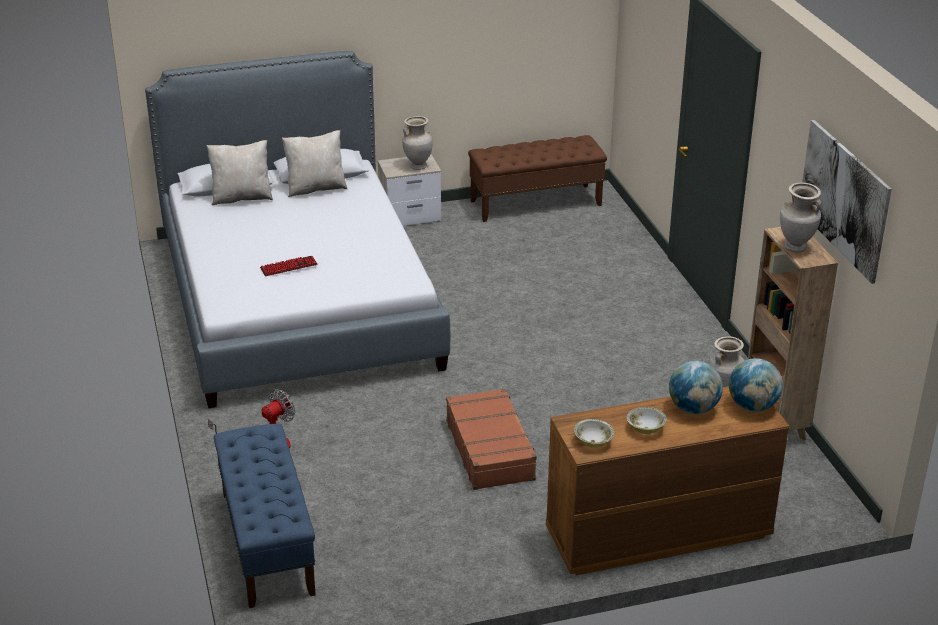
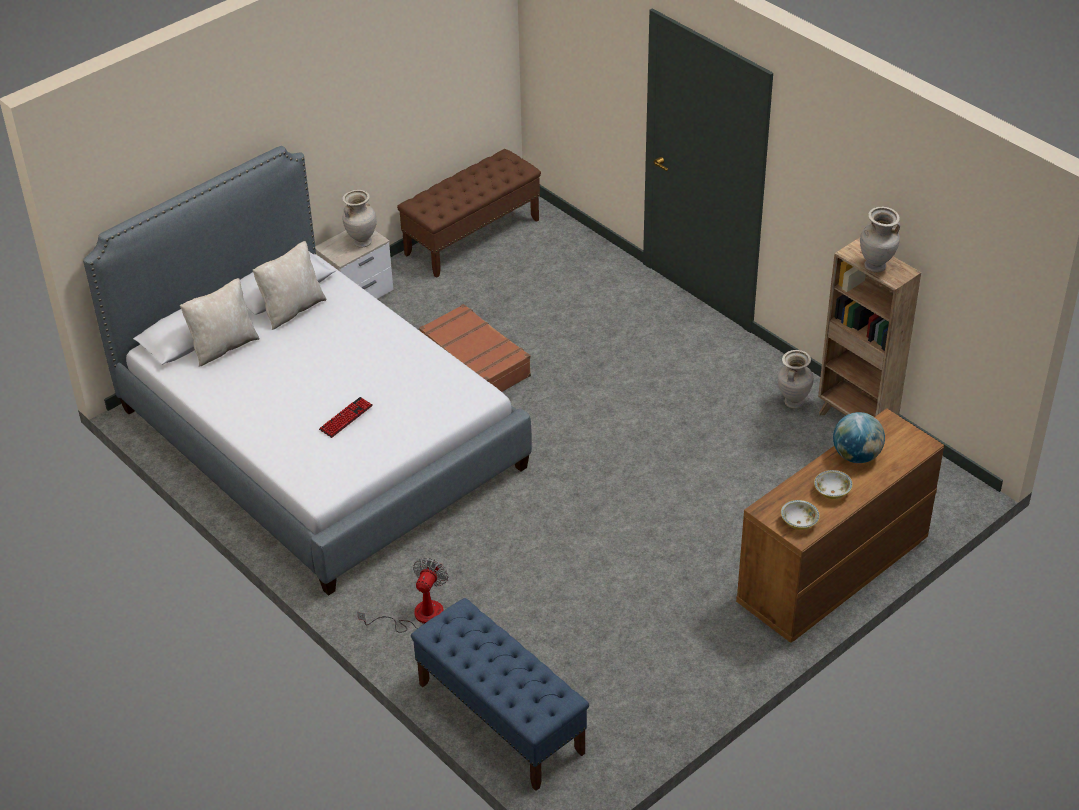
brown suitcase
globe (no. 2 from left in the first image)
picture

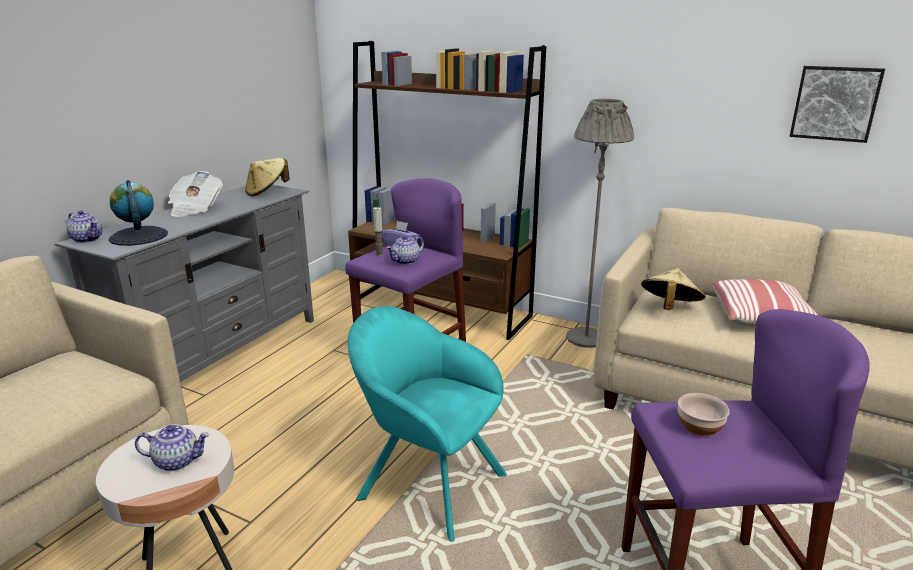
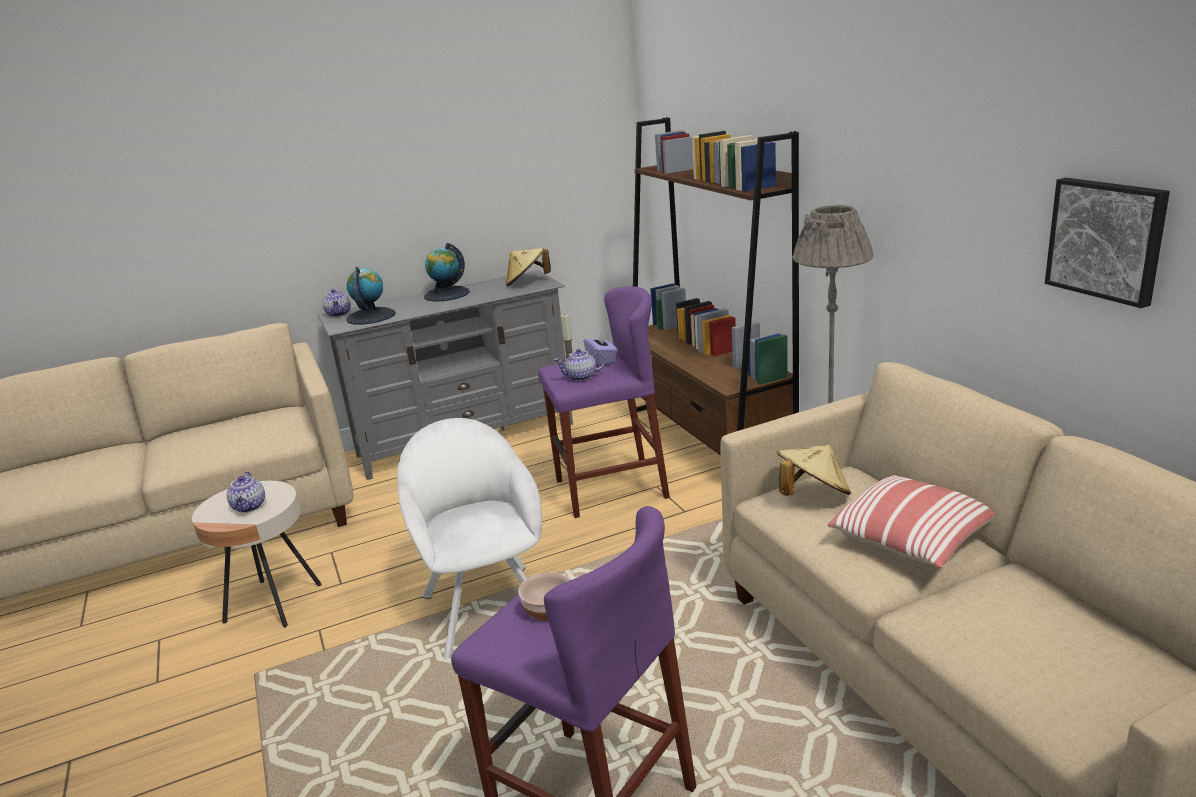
teapot (no. 1 from left)
globe (no. 2 from left)
white armchair

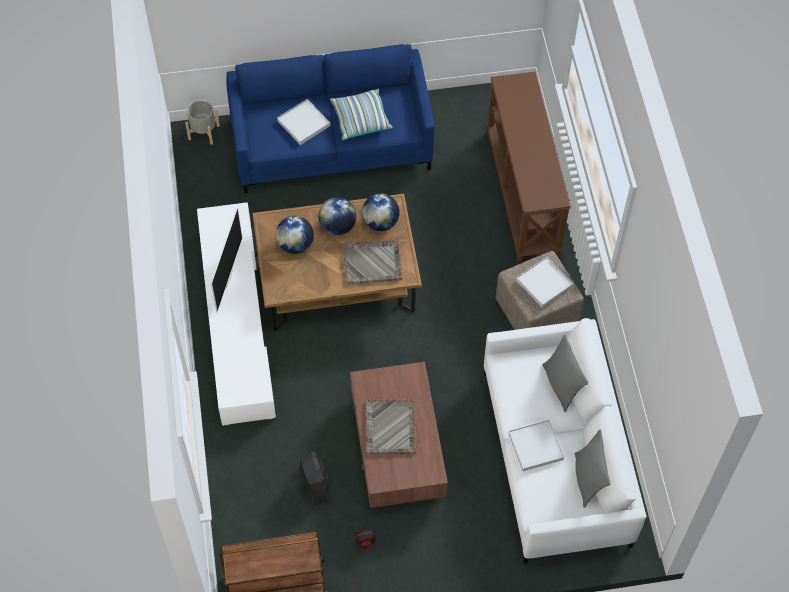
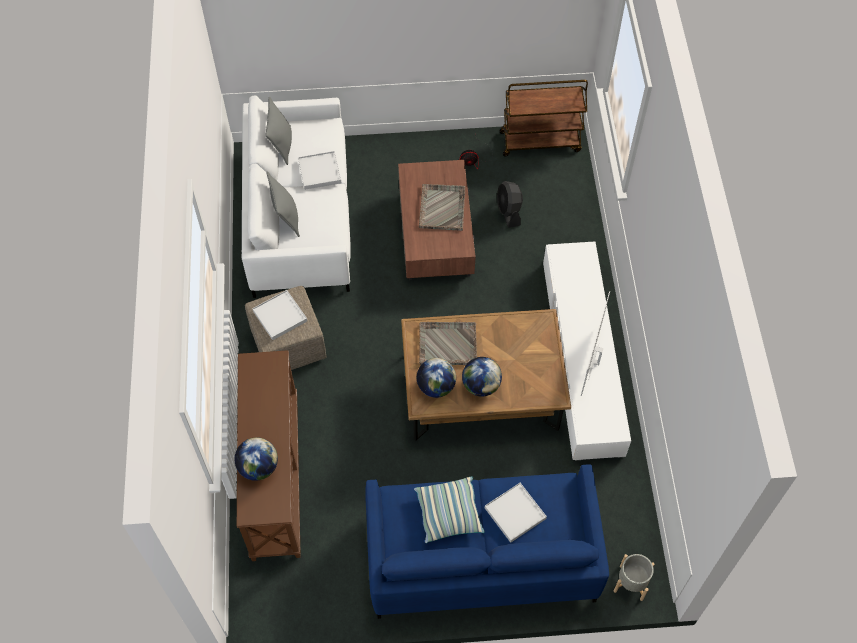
globe (no. 1 from left)

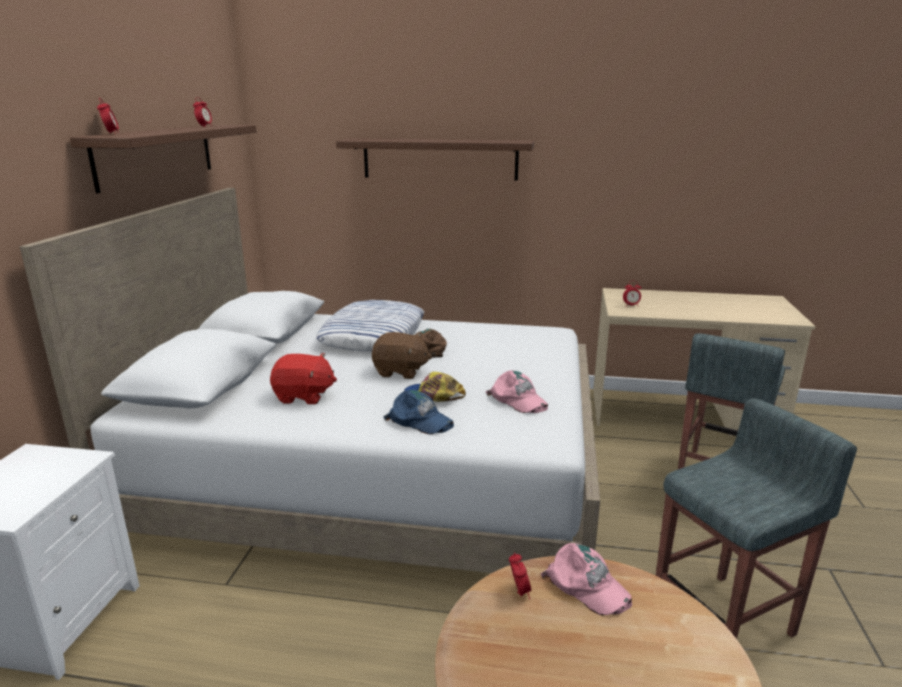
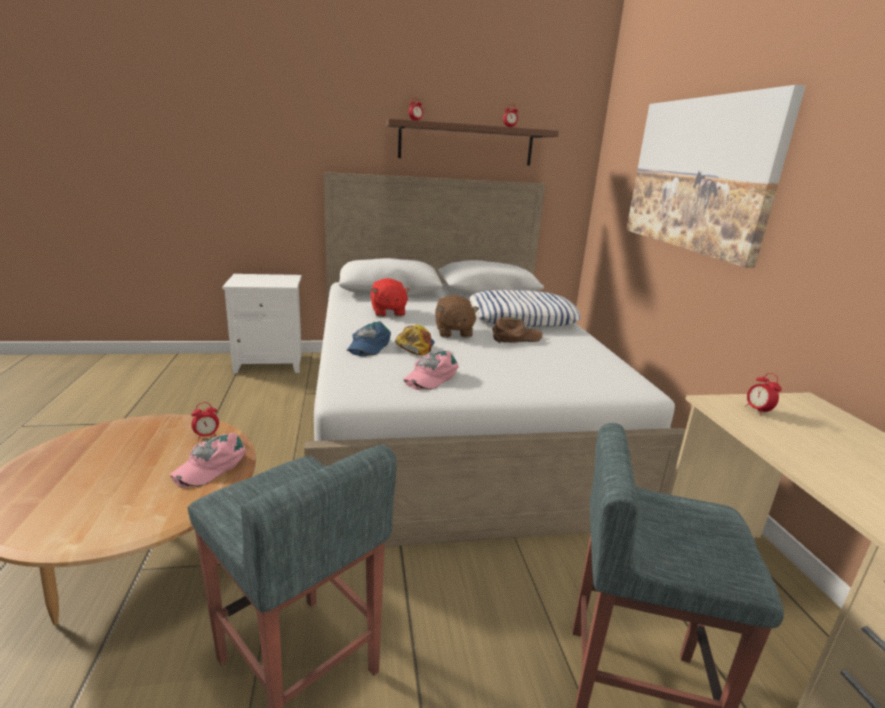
picture

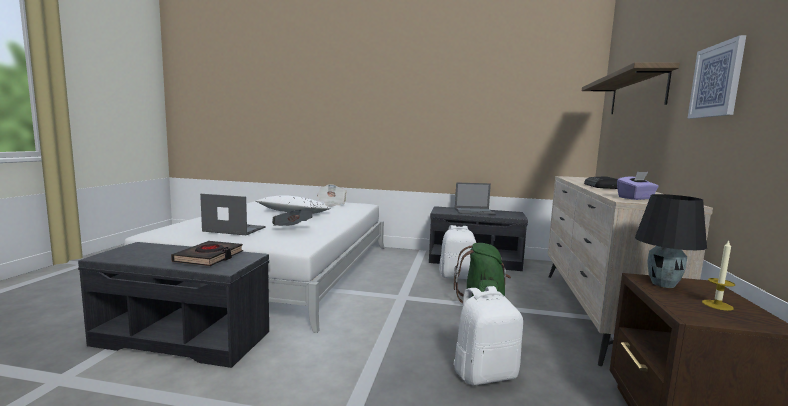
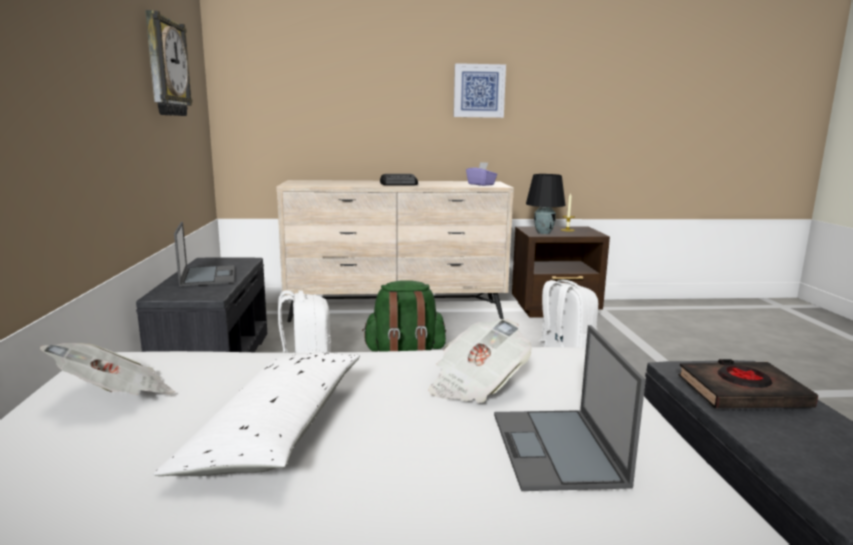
shelf
wall clock

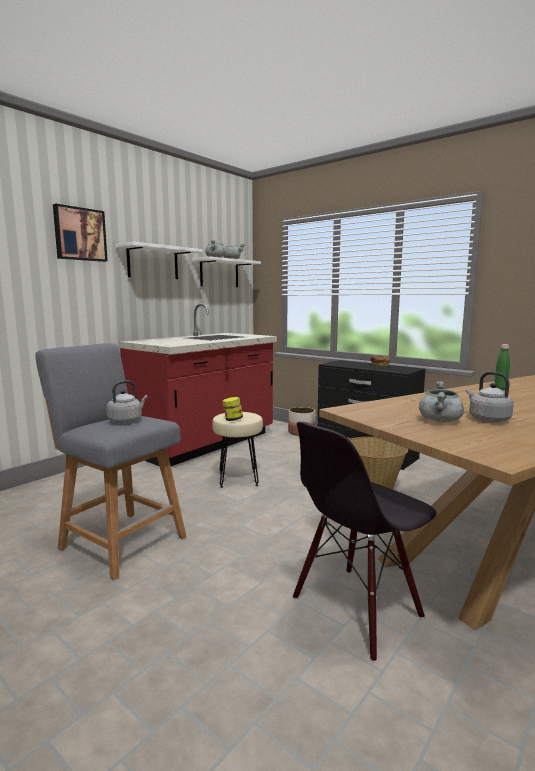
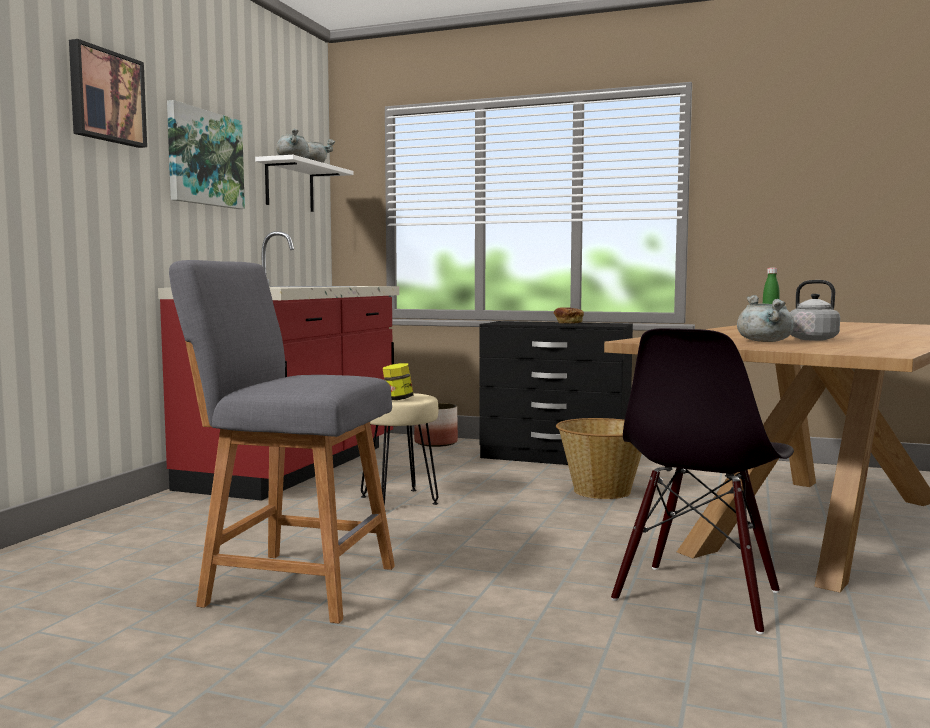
grey kettle (no. 1 from left in the first image)
picture (no. 2 from left)

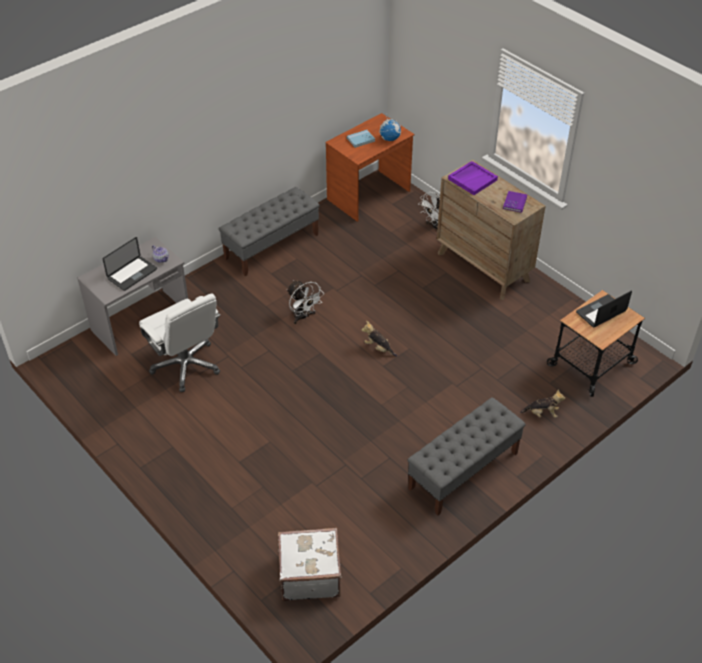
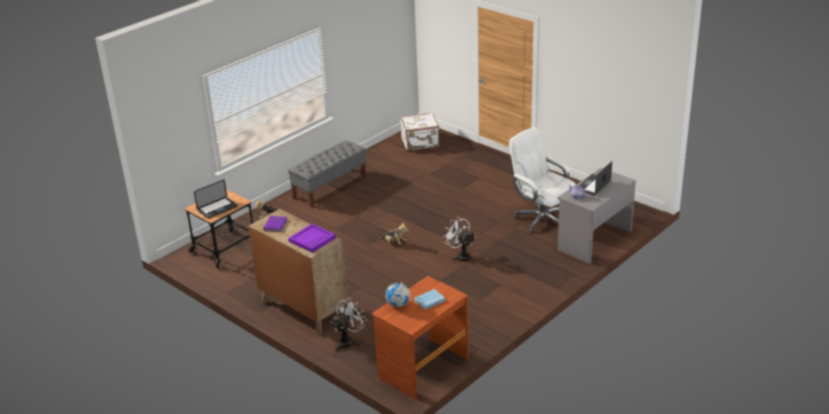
grey bench (no. 1 from left in the first image)

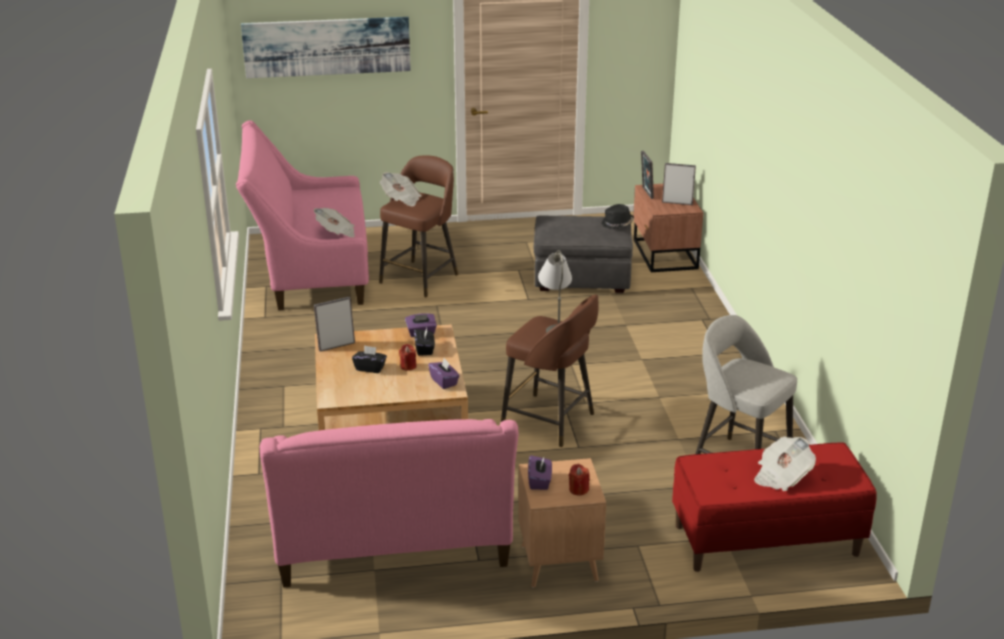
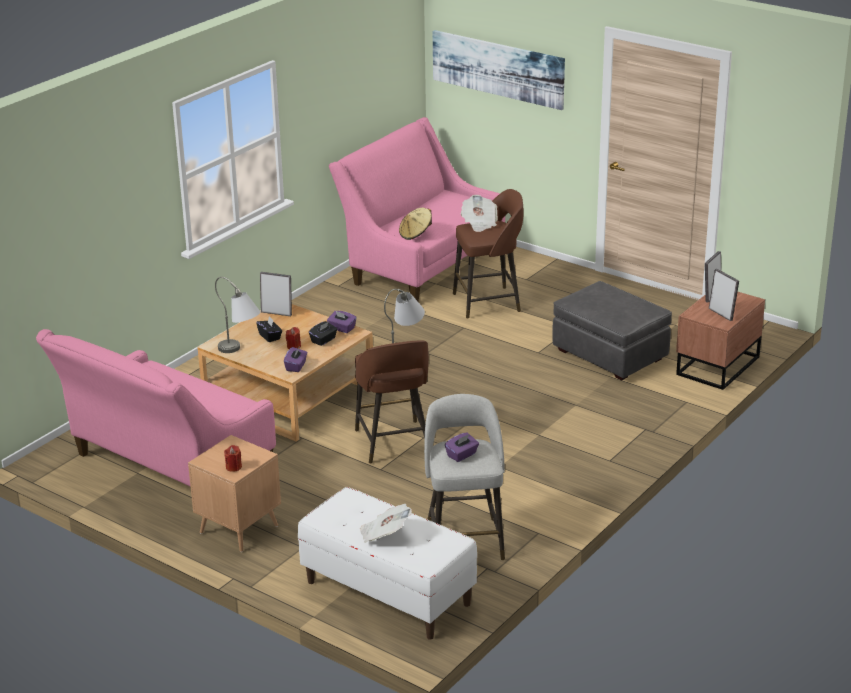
beige hat
purple tissue box (no. 3 from left)
black hat
white bench
grey table lamp (no. 1 from left)

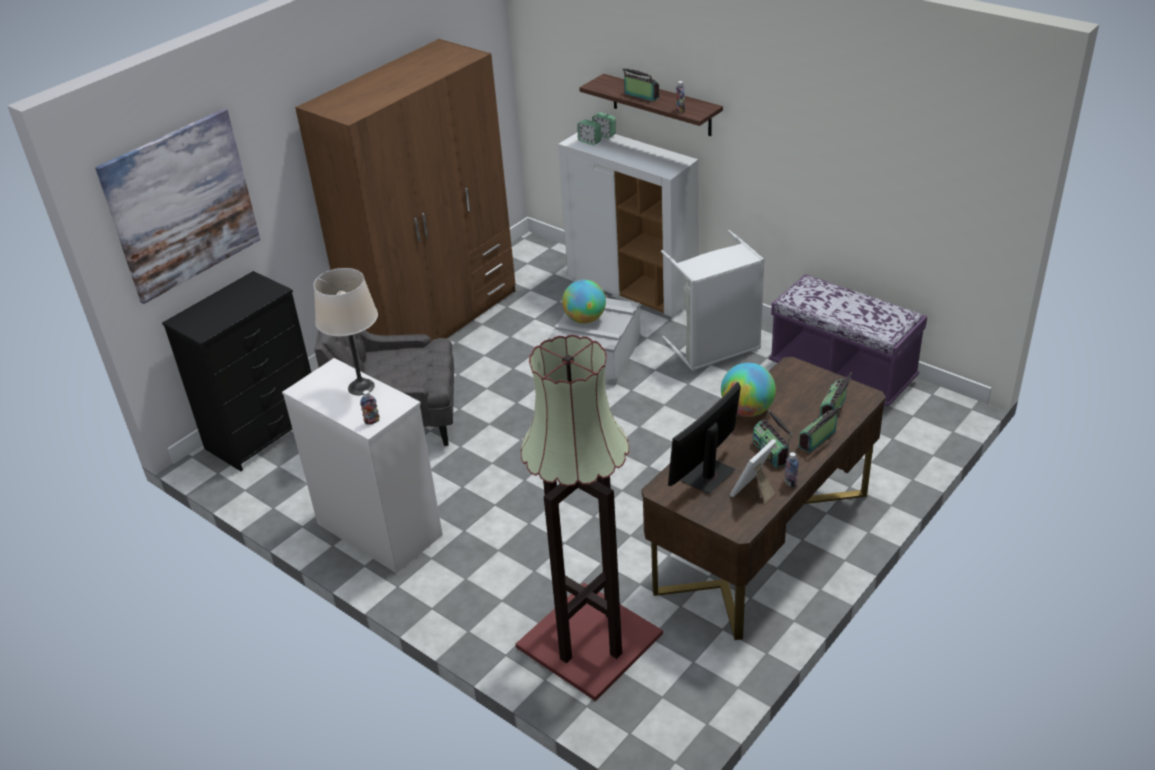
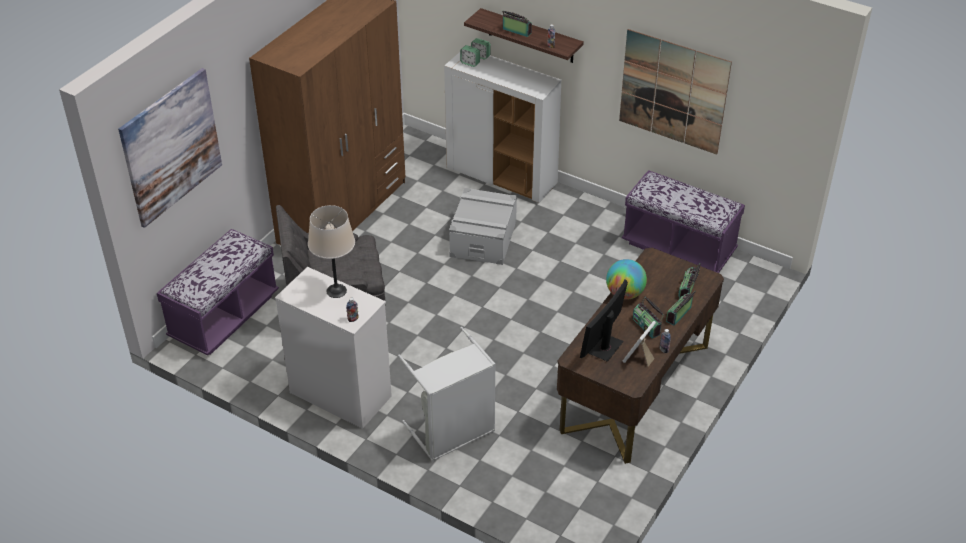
purple bench (no. 1 from left)
floor lamp
globe (no. 1 from left in the first image)
grey laundry basket
picture (no. 2 from left)

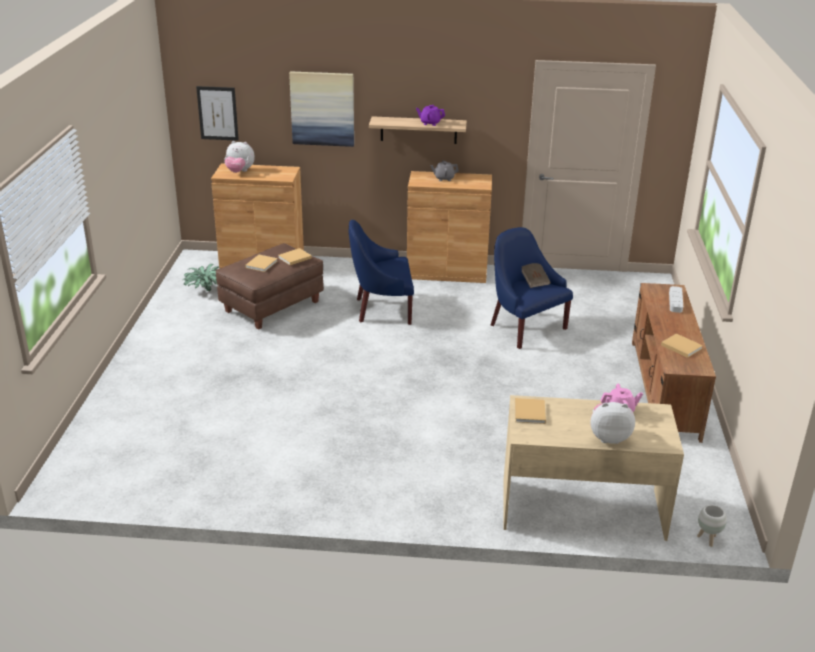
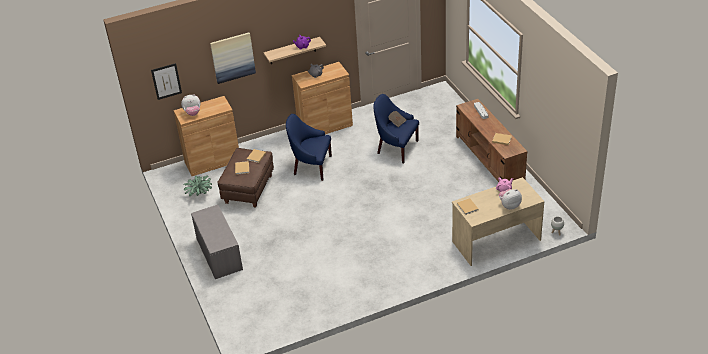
blue armchair (no. 1 from left)
grey bench

